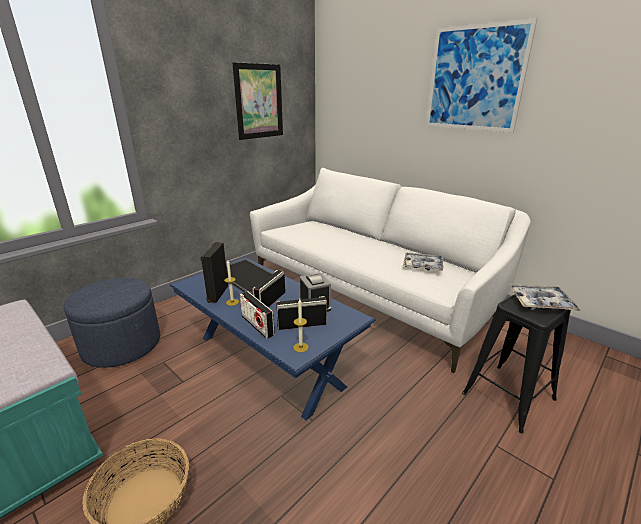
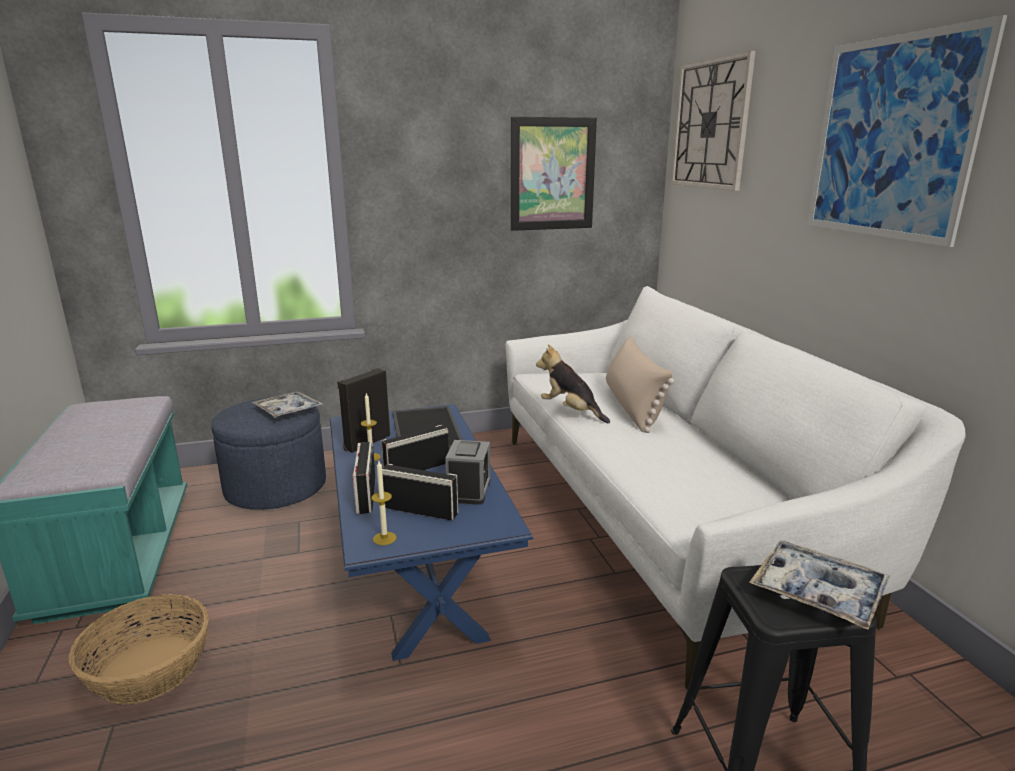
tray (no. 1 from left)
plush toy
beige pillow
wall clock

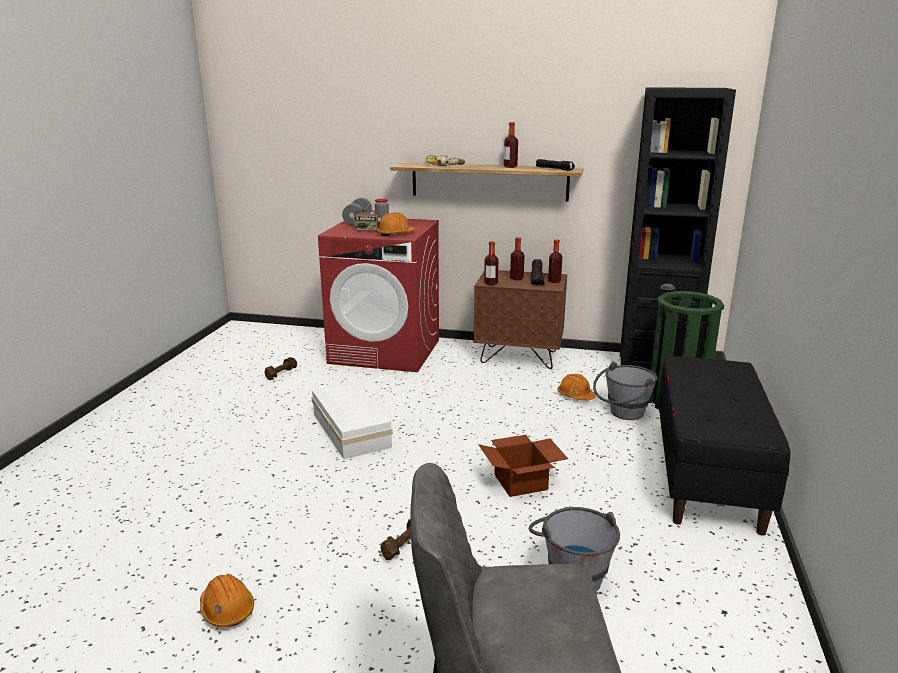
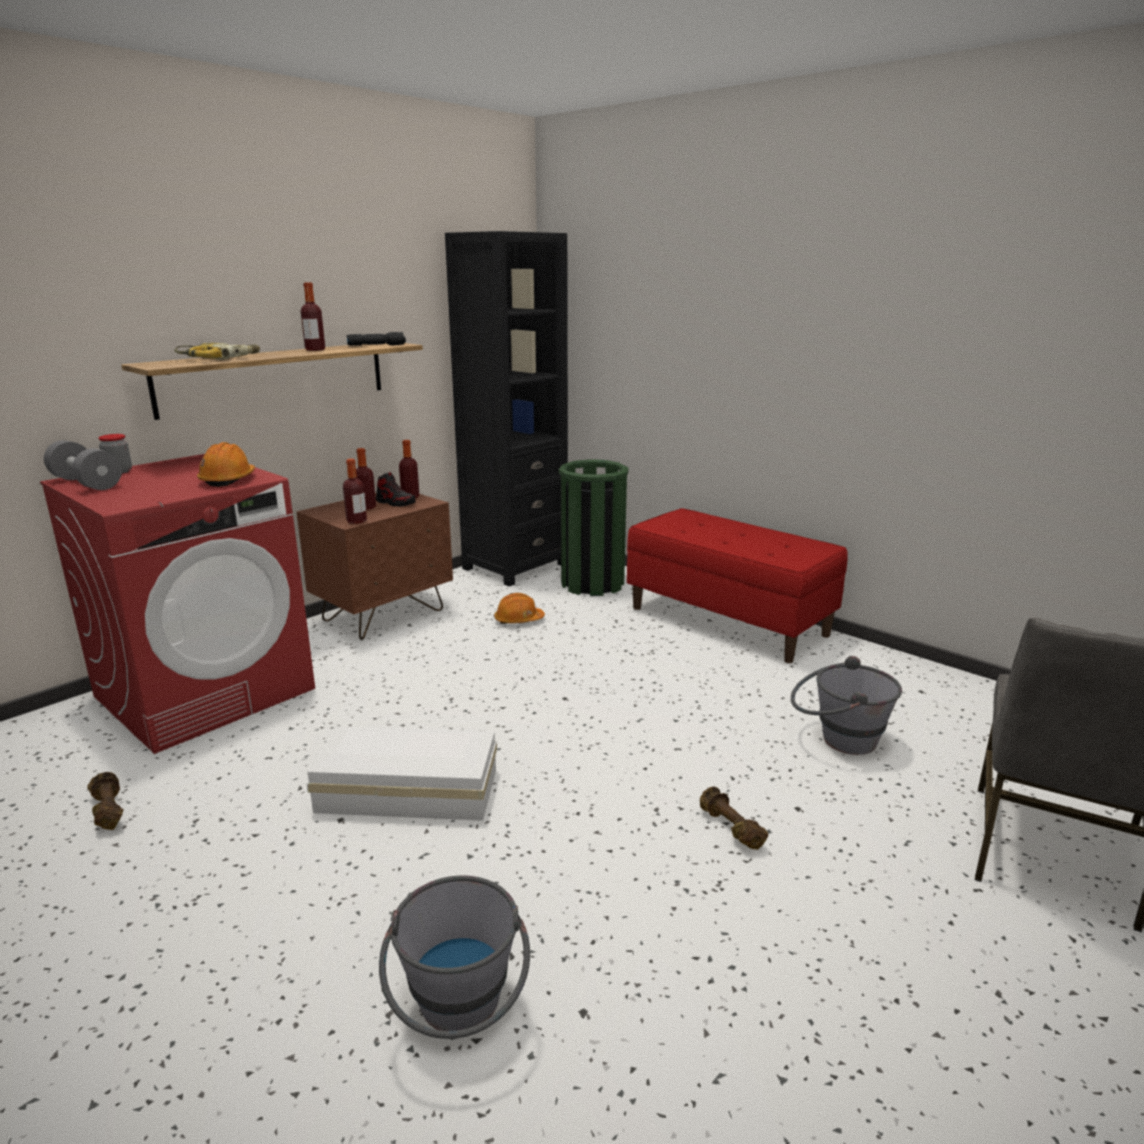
orange hard hat (no. 1 from left in the first image)
radio
cardboard box
grey bucket (no. 1 from left)
red bench

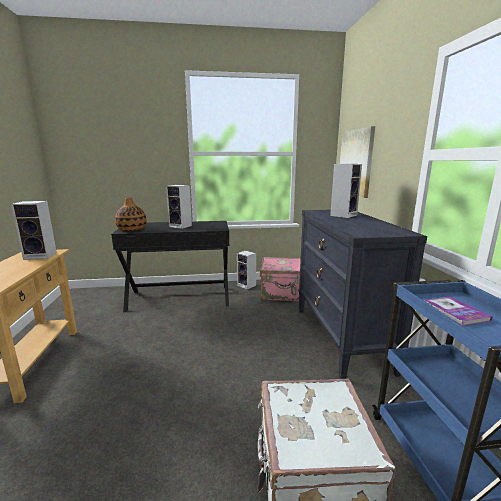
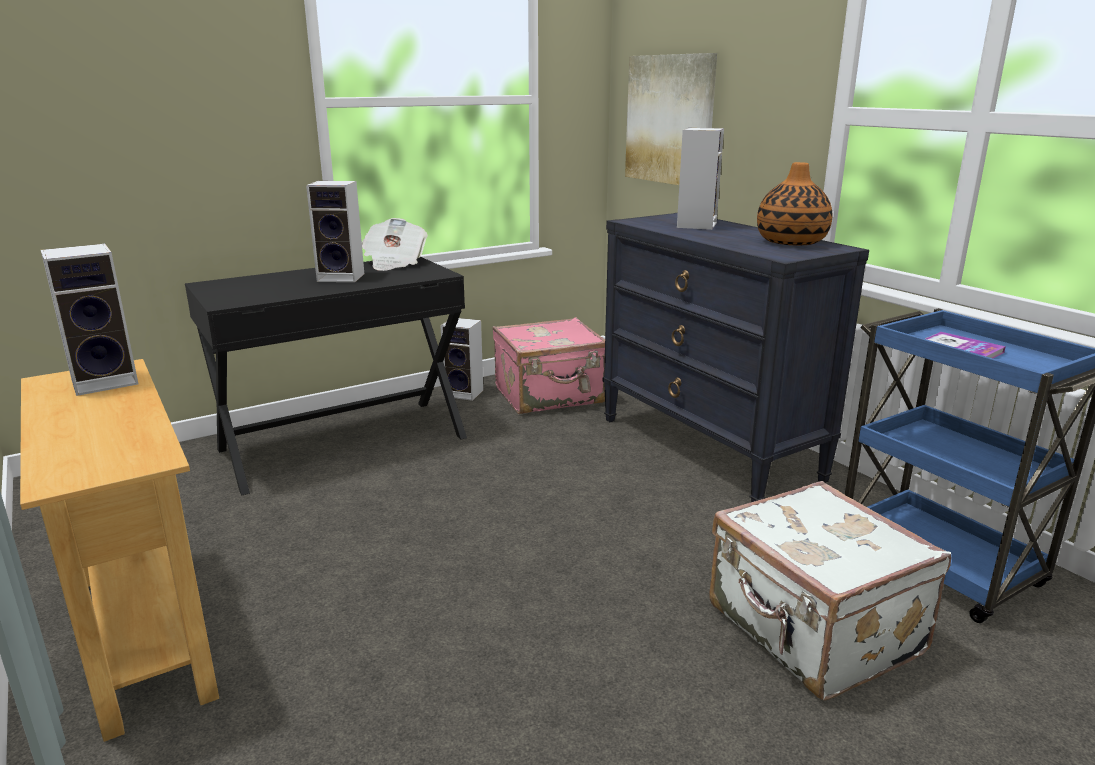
vase
newspaper

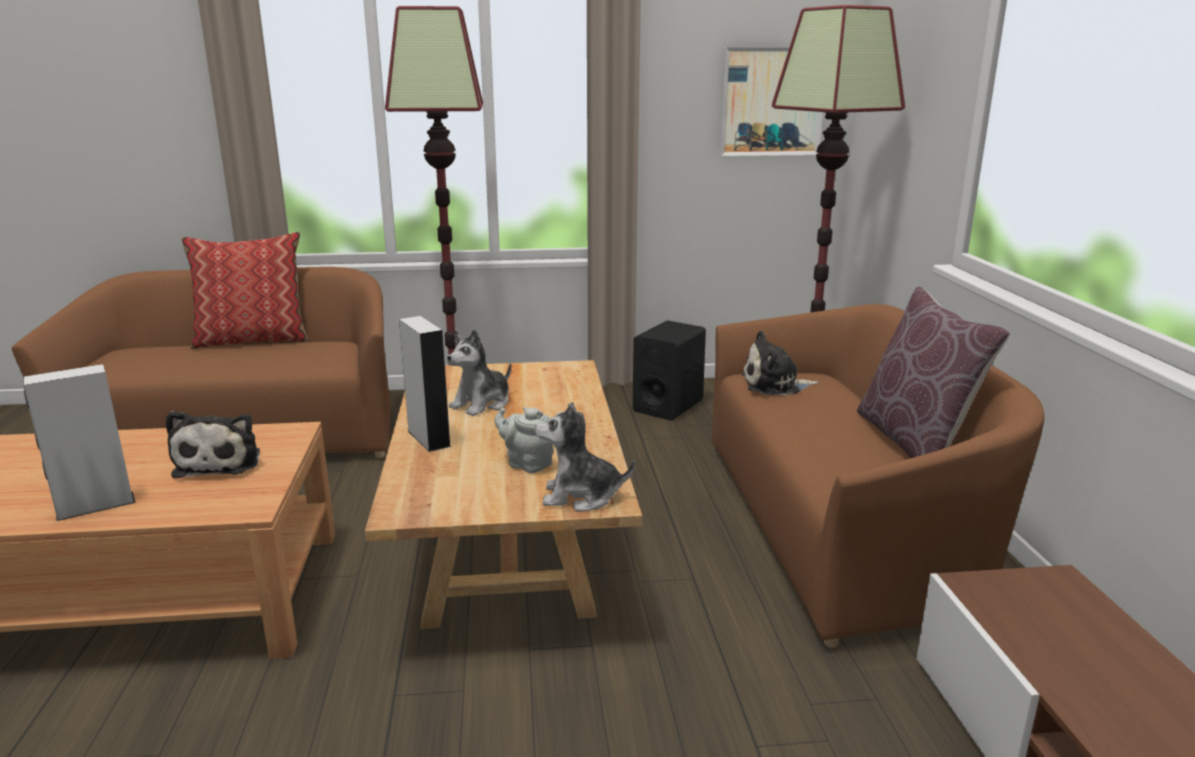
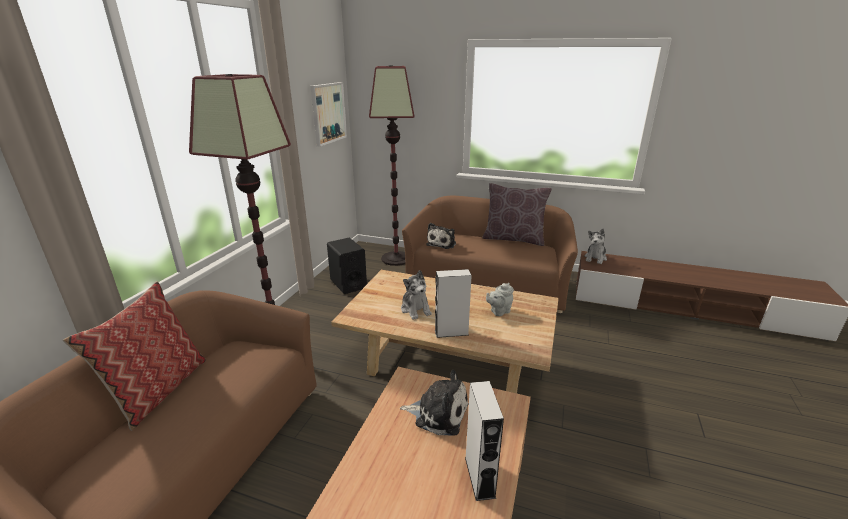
plush toy (no. 4 from left)

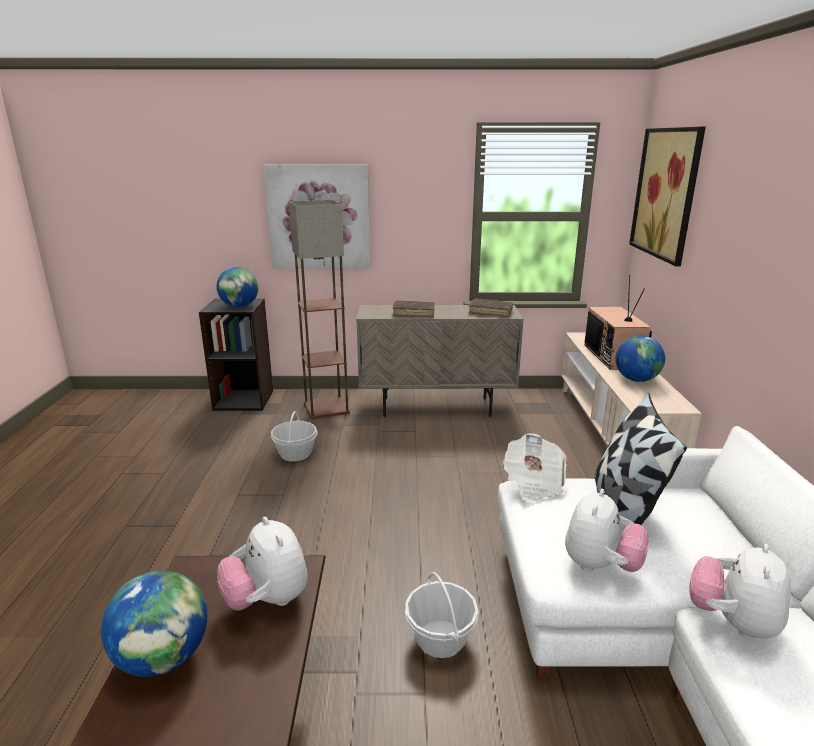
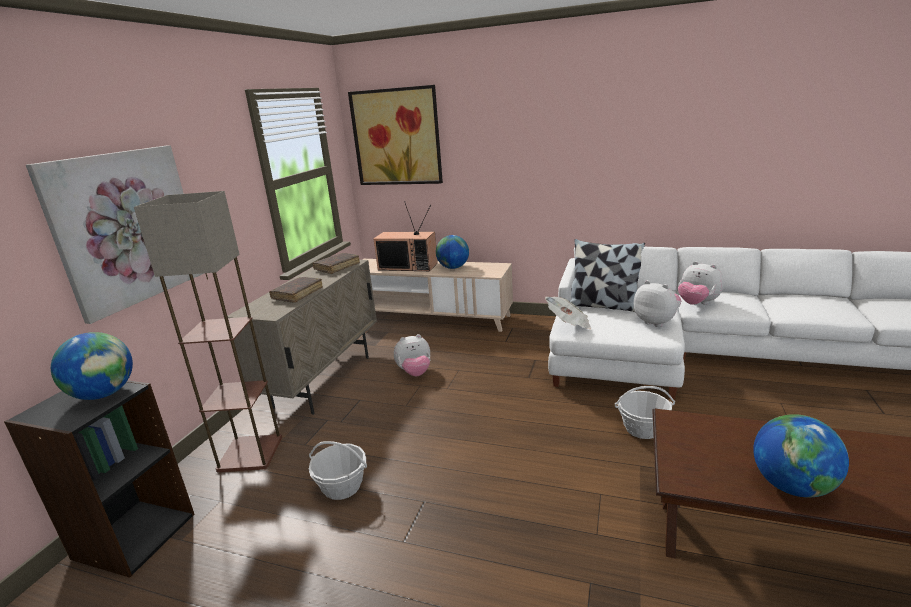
plush toy (no. 1 from left)

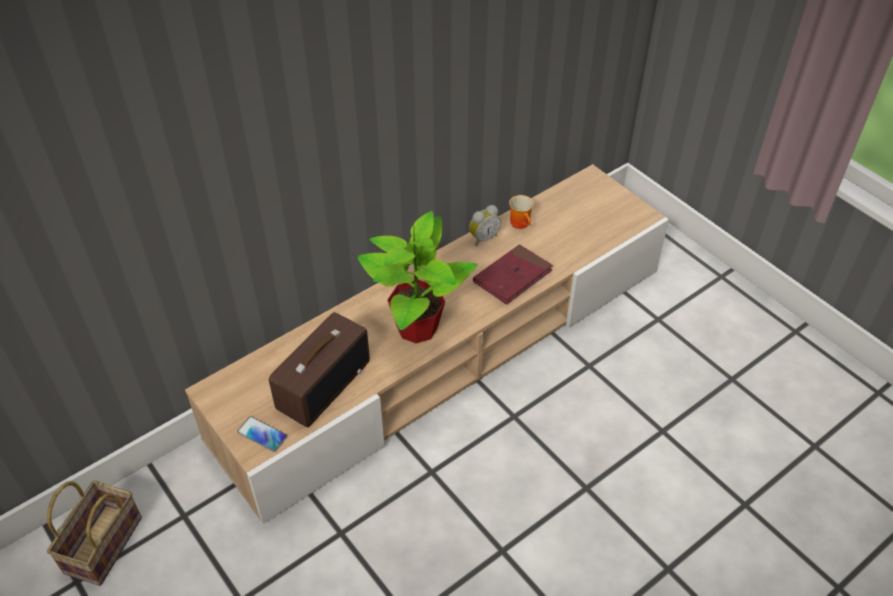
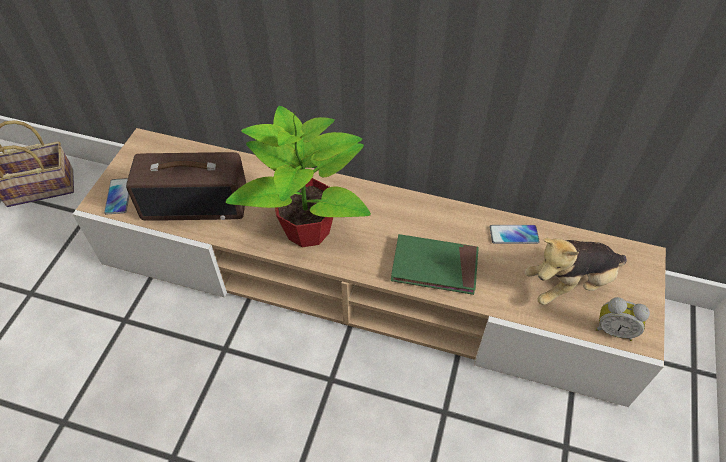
alarm clock
green book
phone (no. 2 from left)
plush toy

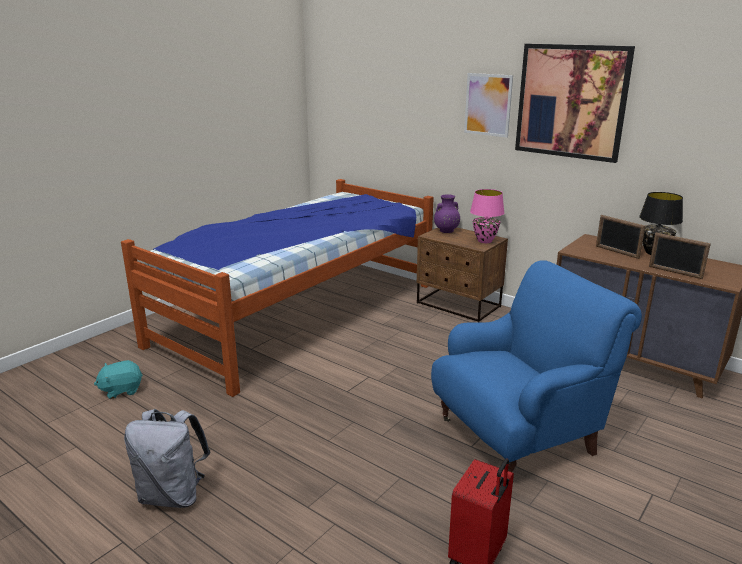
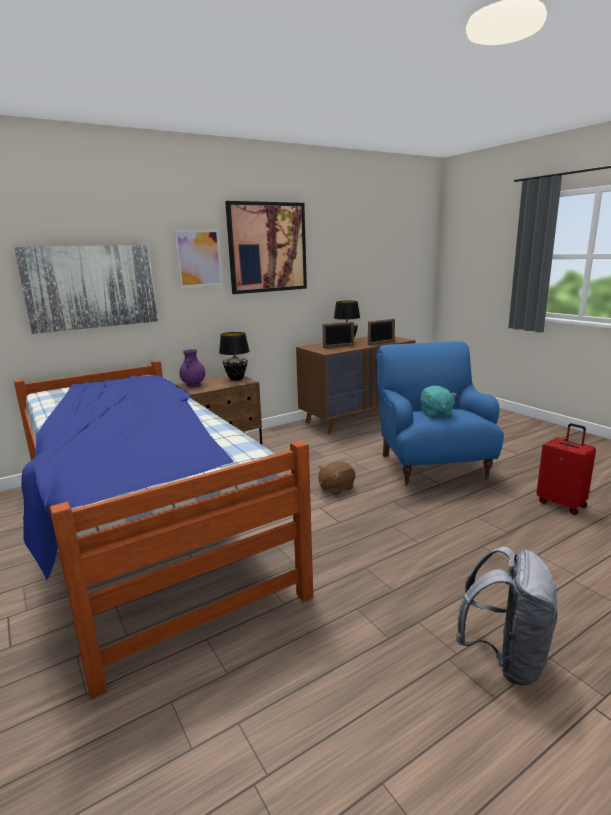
turquoise plush toy
black table lamp (no. 1 from left)
picture (no. 1 from left)
brown plush toy

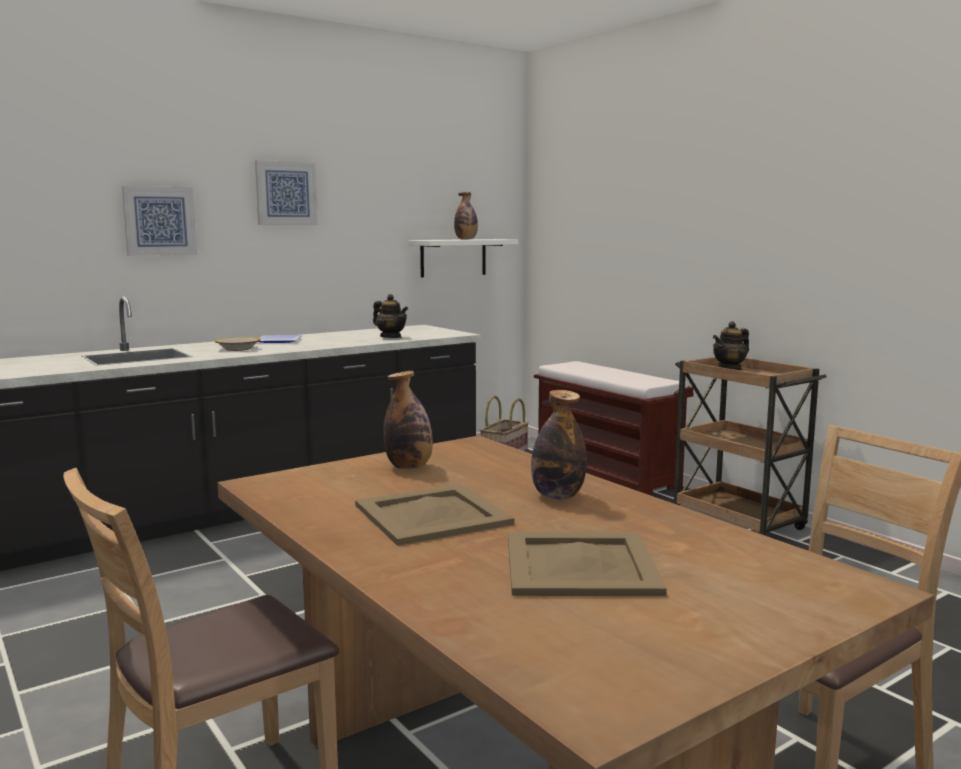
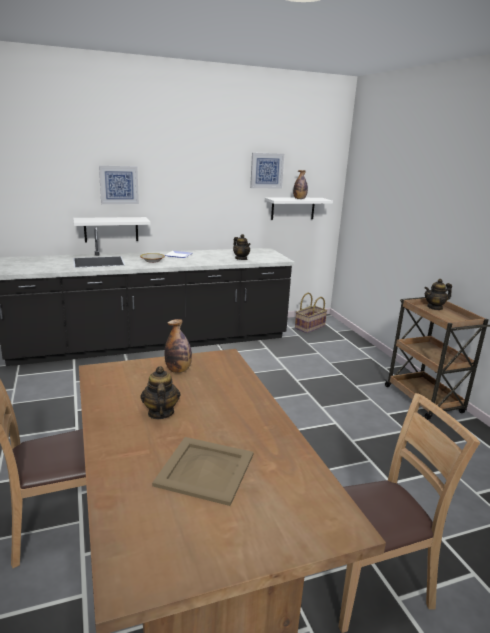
picture (no. 2 from left)
teapot (no. 1 from left)
bottle (no. 3 from left in the first image)
brown bench
white shelf (no. 1 from left)

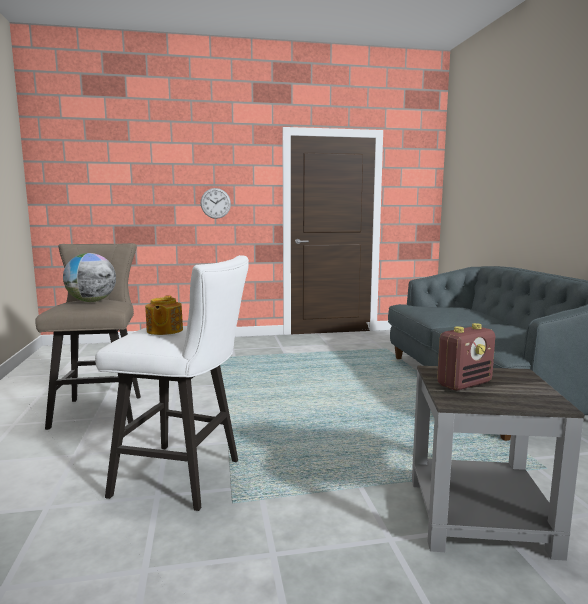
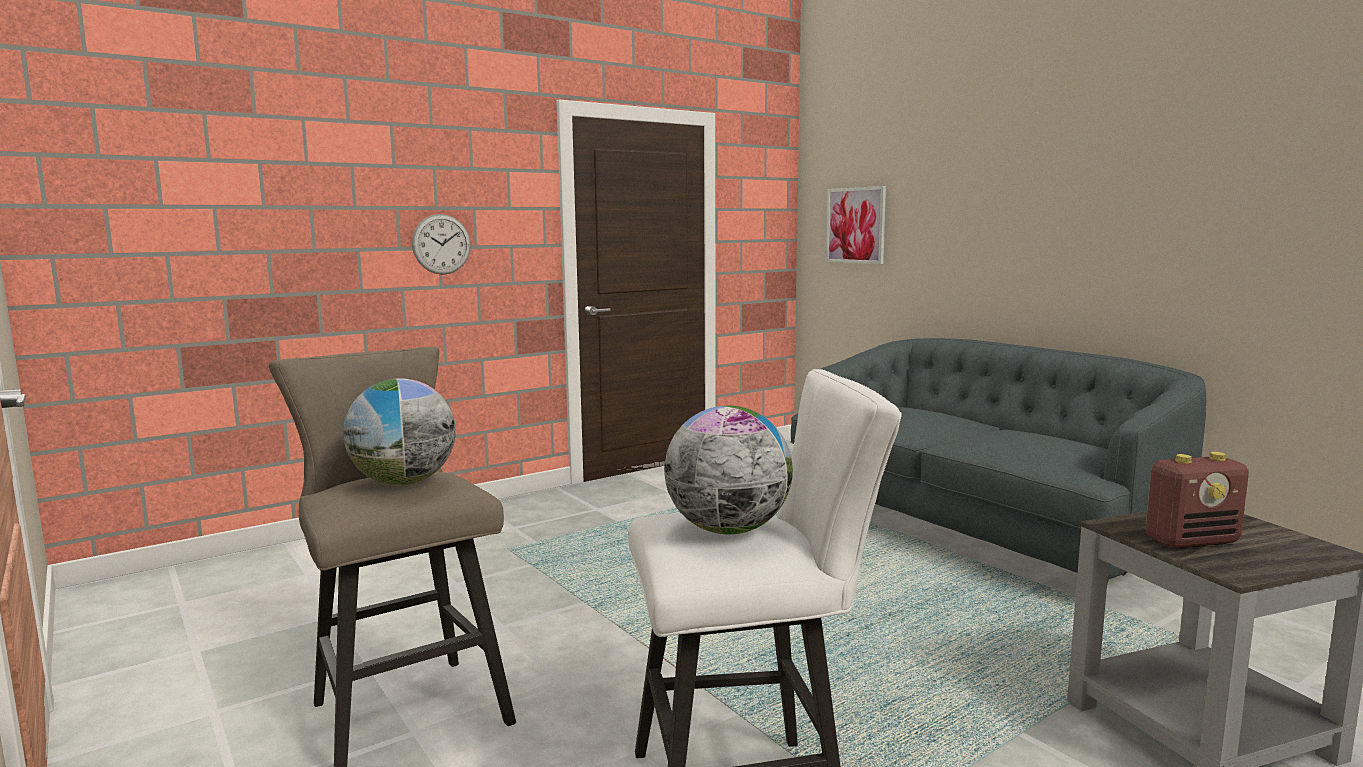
globe (no. 2 from left)
radio
picture

